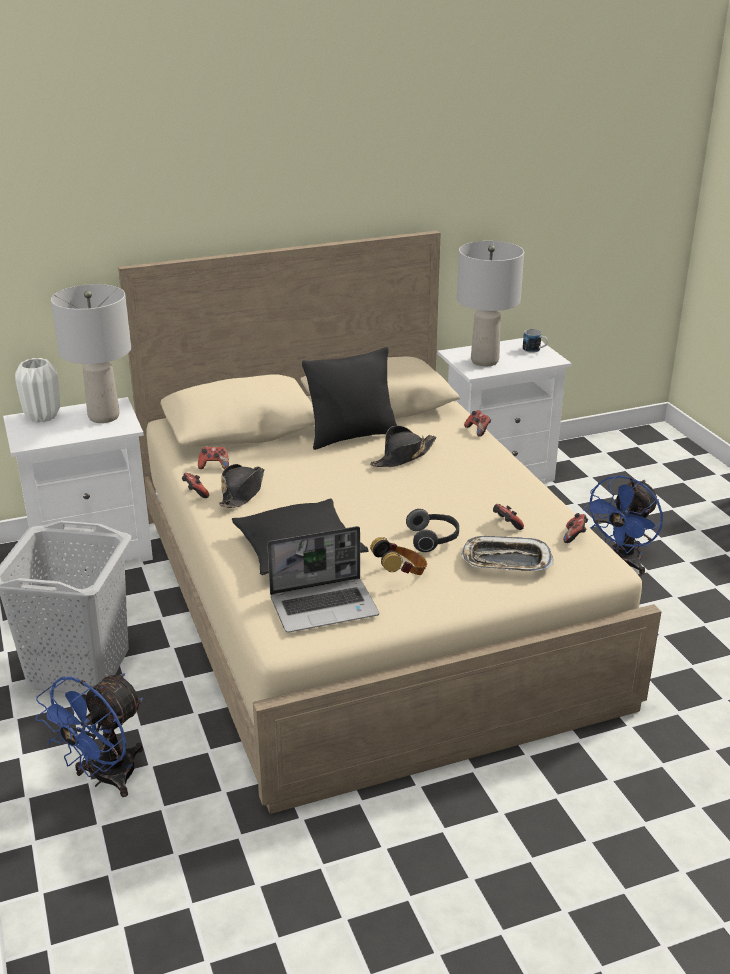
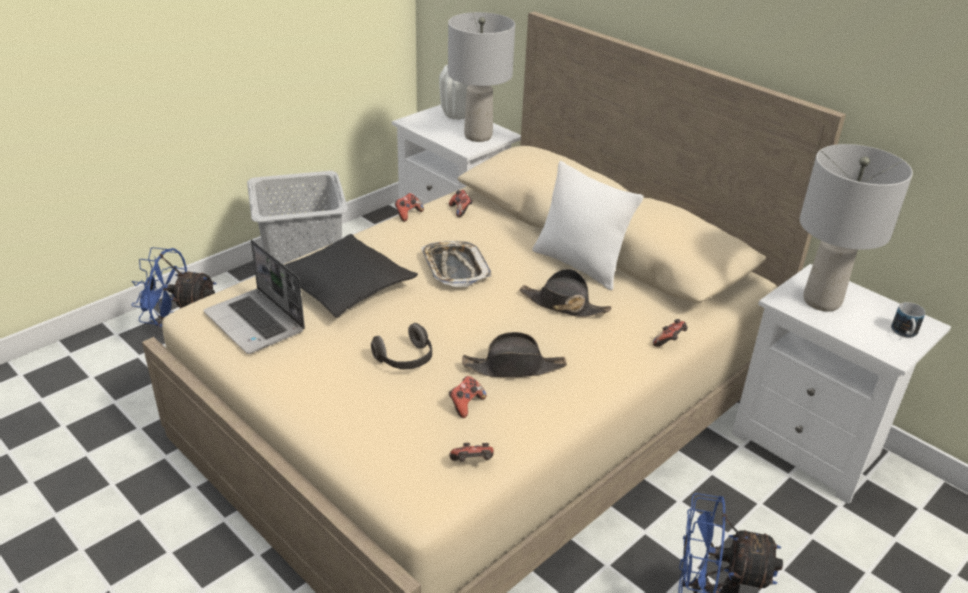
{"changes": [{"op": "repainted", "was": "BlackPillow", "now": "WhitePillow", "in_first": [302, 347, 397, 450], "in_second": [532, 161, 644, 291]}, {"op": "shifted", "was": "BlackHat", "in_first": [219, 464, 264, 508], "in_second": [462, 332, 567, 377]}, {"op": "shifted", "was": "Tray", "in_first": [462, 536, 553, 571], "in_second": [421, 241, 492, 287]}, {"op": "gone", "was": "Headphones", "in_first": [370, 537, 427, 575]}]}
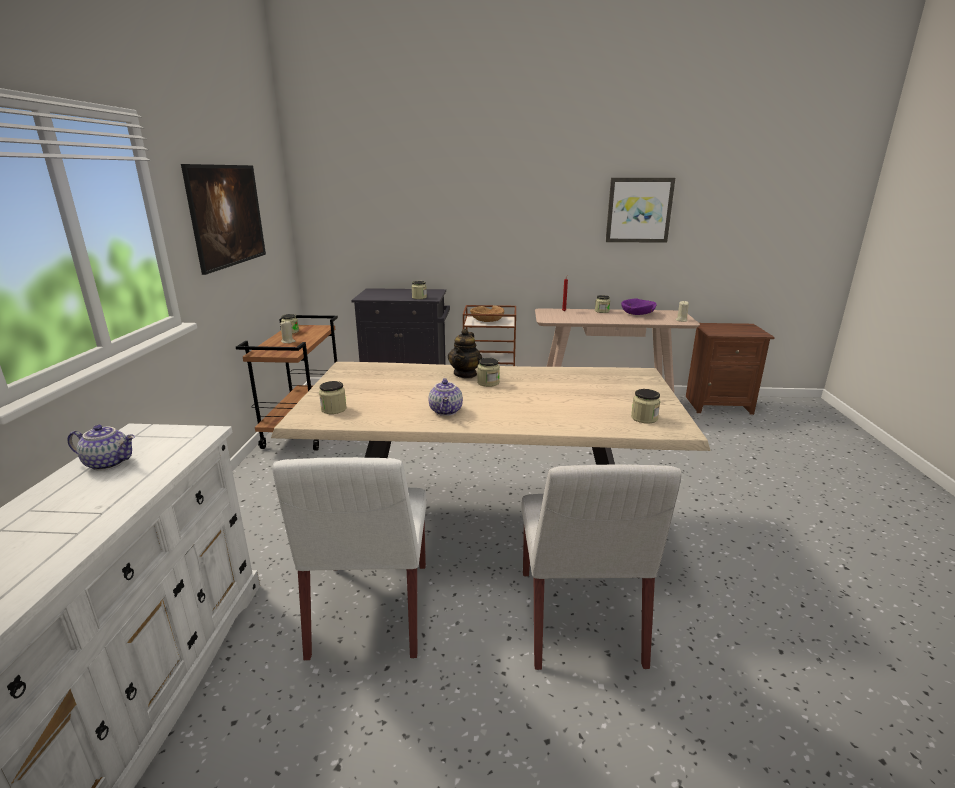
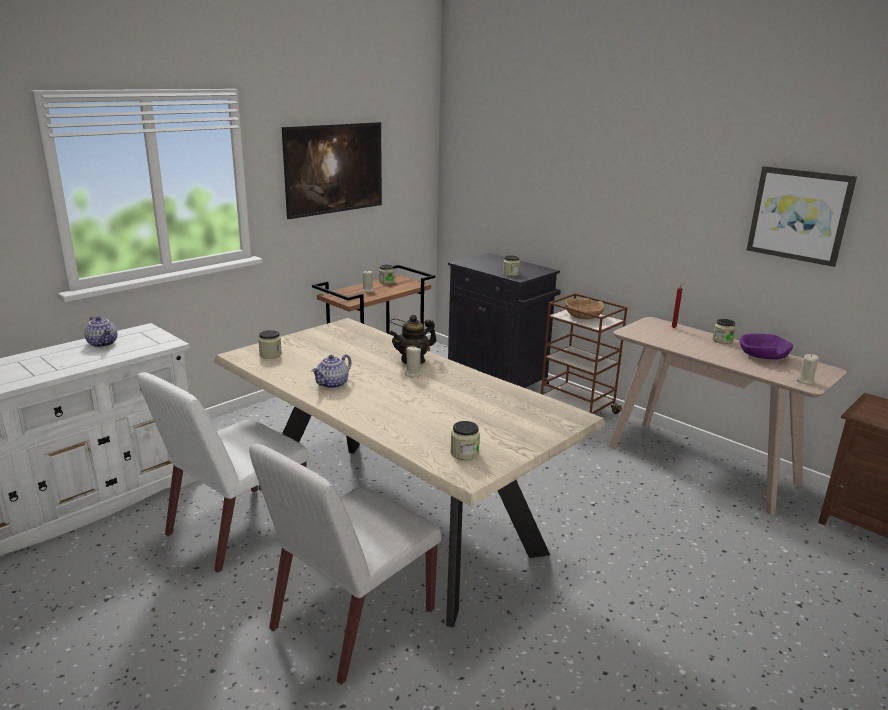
{"changes": [{"op": "swapped", "was": "Jar", "now": "BeigeCandle", "in_first": [477, 358, 500, 387], "in_second": [405, 347, 423, 378]}]}
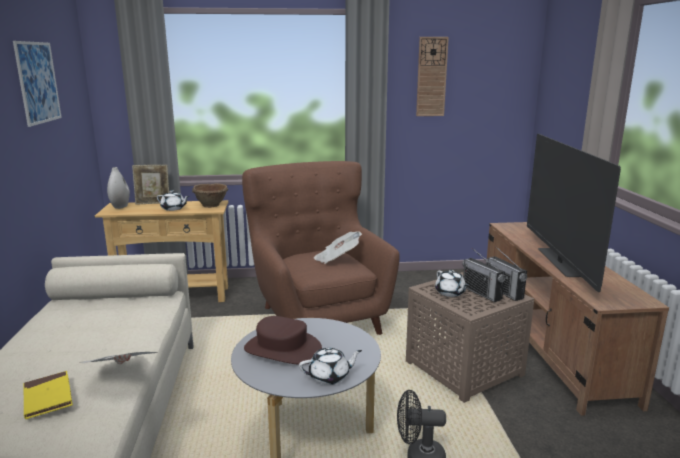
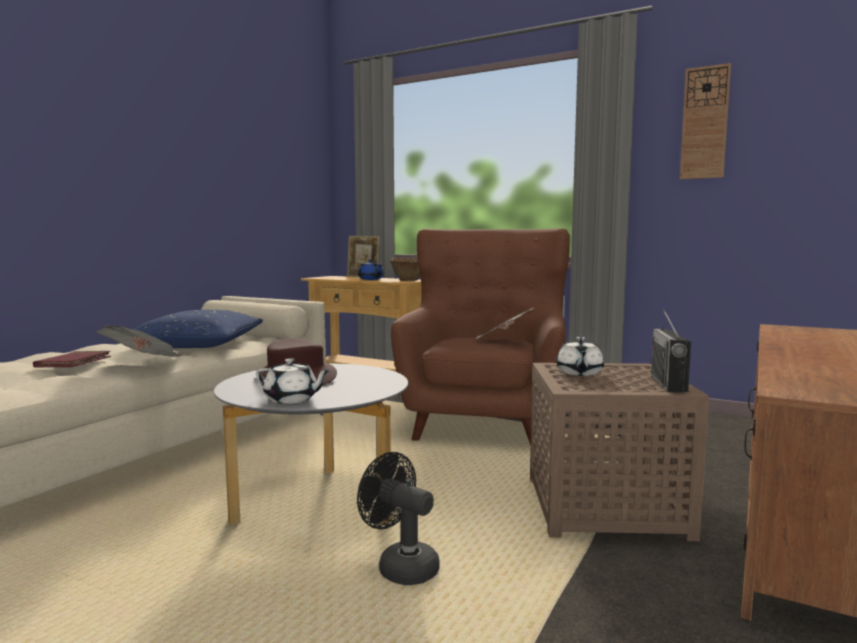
{"changes": [{"op": "gone", "was": "Picture", "in_first": [13, 41, 62, 127]}, {"op": "gone", "was": "Television", "in_first": [527, 134, 621, 292]}, {"op": "gone", "was": "WhiteVase", "in_first": [107, 167, 130, 209]}, {"op": "repainted", "was": "WhiteTeapot", "now": "BlueTeapot", "in_first": [157, 191, 189, 211], "in_second": [358, 260, 384, 280]}, {"op": "gone", "was": "Radio", "in_first": [462, 248, 506, 302]}, {"op": "repainted", "was": "YellowBook", "now": "RedBook", "in_first": [24, 371, 73, 419], "in_second": [33, 351, 111, 368]}, {"op": "new", "now": "BluePillow", "in_second": [134, 310, 263, 348]}]}
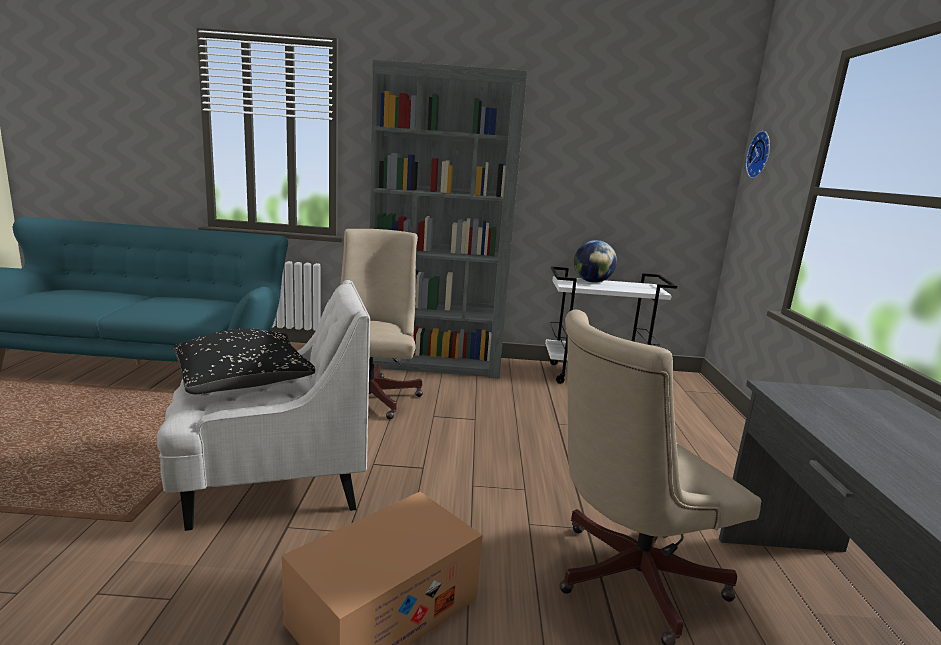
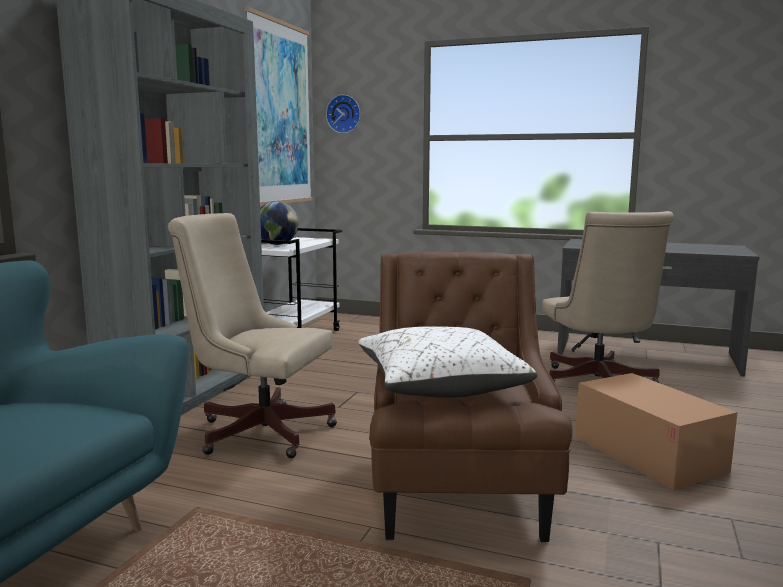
{"changes": [{"op": "repainted", "was": "WhiteArmchair", "now": "BrownArmchair", "in_first": [157, 280, 370, 531], "in_second": [369, 252, 573, 542]}, {"op": "repainted", "was": "BlackPillow", "now": "WhitePillow", "in_first": [173, 328, 315, 394], "in_second": [358, 326, 537, 398]}, {"op": "new", "now": "Picture", "in_second": [244, 7, 313, 206]}]}
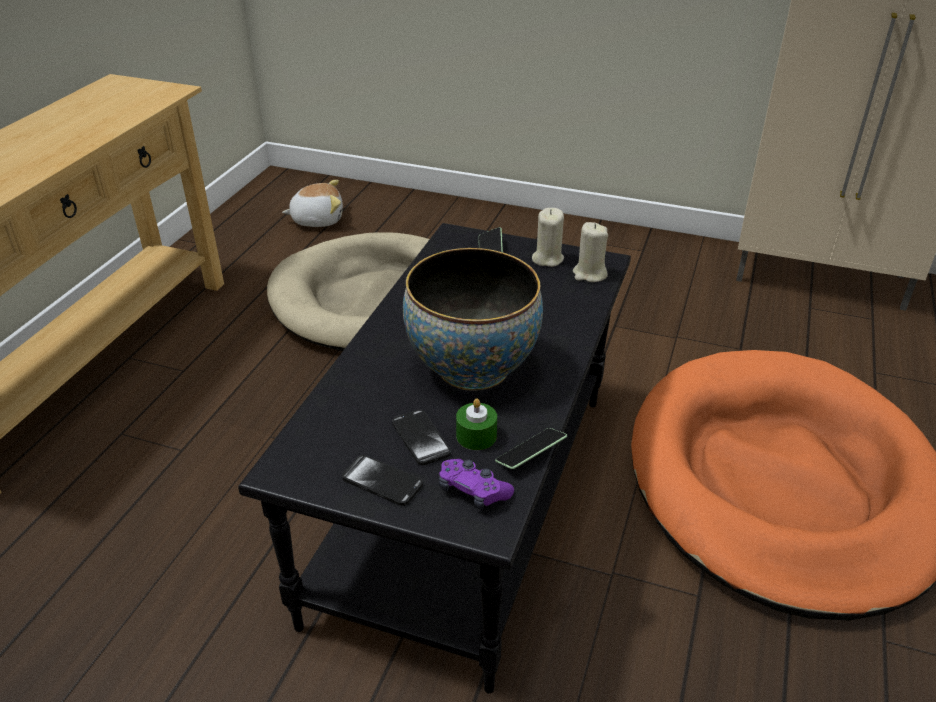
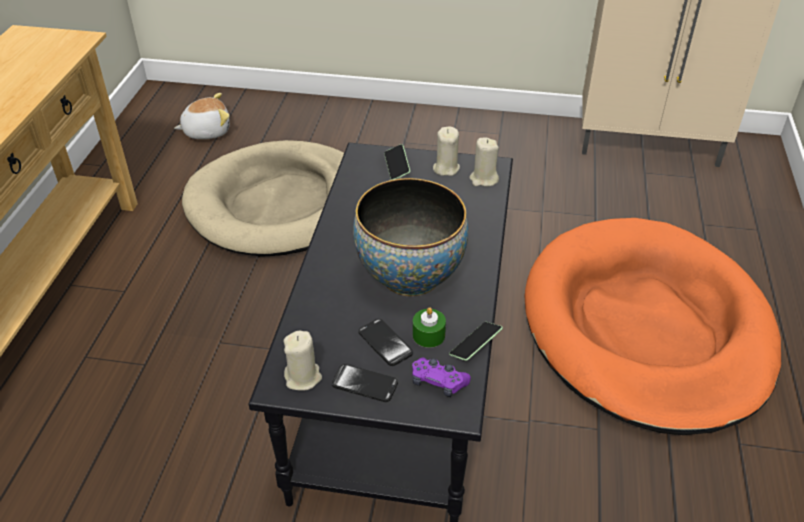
{"changes": [{"op": "new", "now": "BeigeCandle", "in_second": [284, 331, 322, 391]}]}
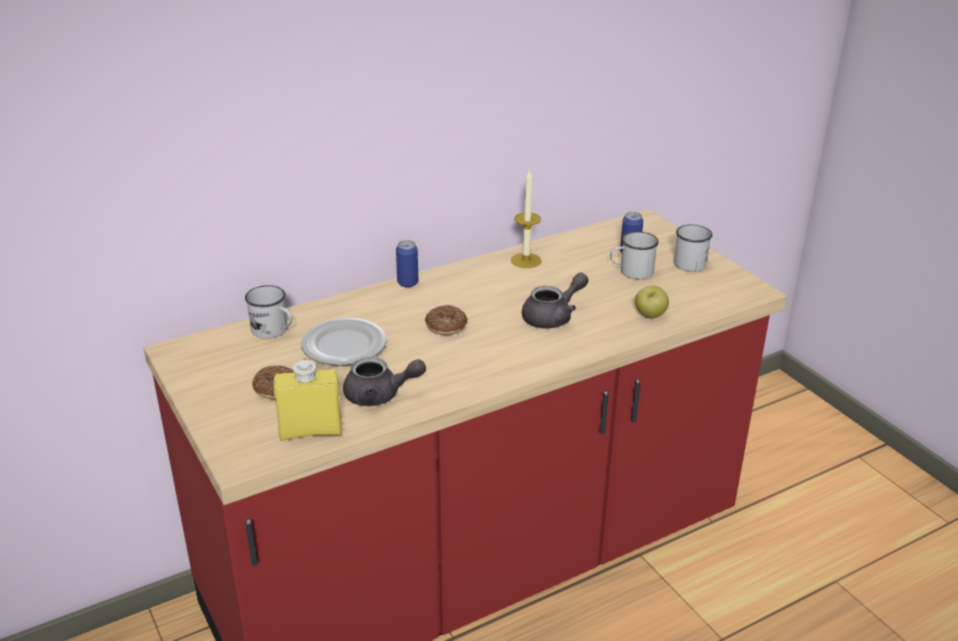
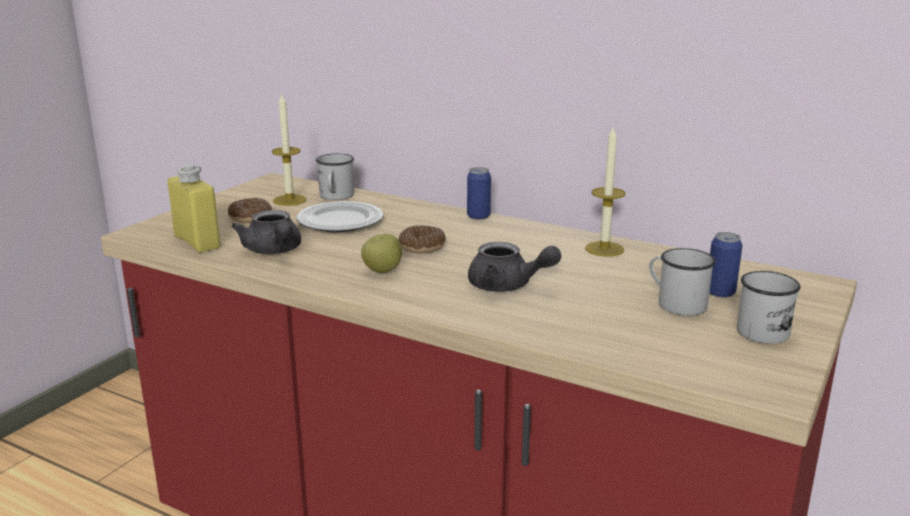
{"changes": [{"op": "shifted", "was": "Apple", "in_first": [635, 285, 669, 318], "in_second": [361, 234, 402, 273]}, {"op": "new", "now": "Candle", "in_second": [272, 93, 307, 206]}]}
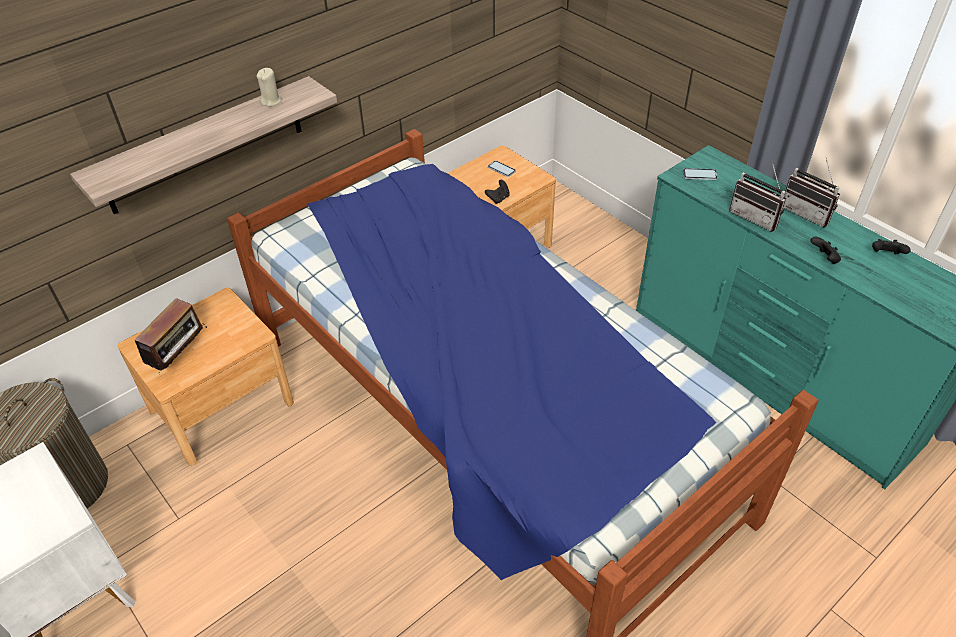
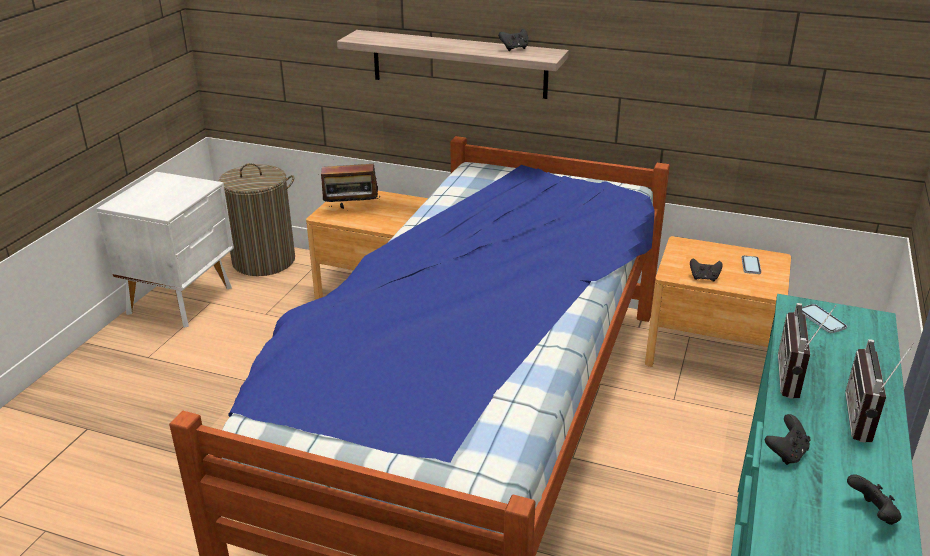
{"changes": [{"op": "swapped", "was": "BeigeCandle", "now": "BlackGameController", "in_first": [257, 68, 281, 107], "in_second": [498, 29, 528, 51]}]}
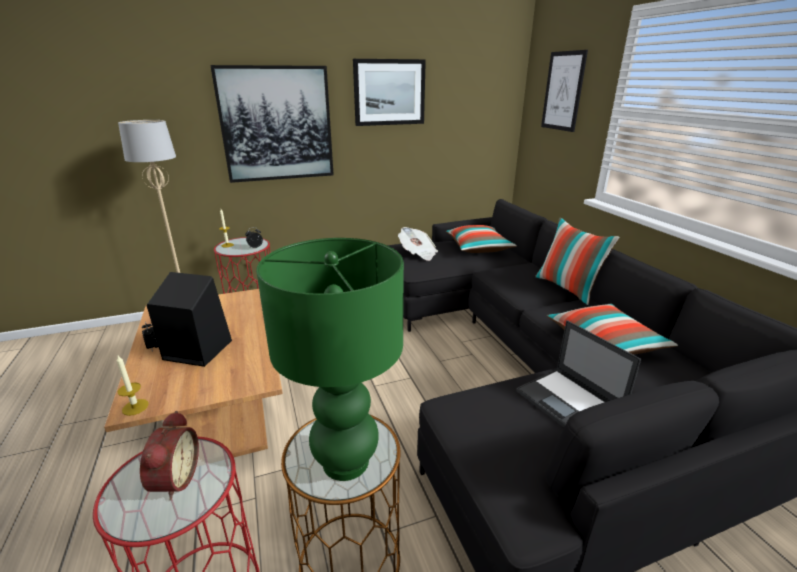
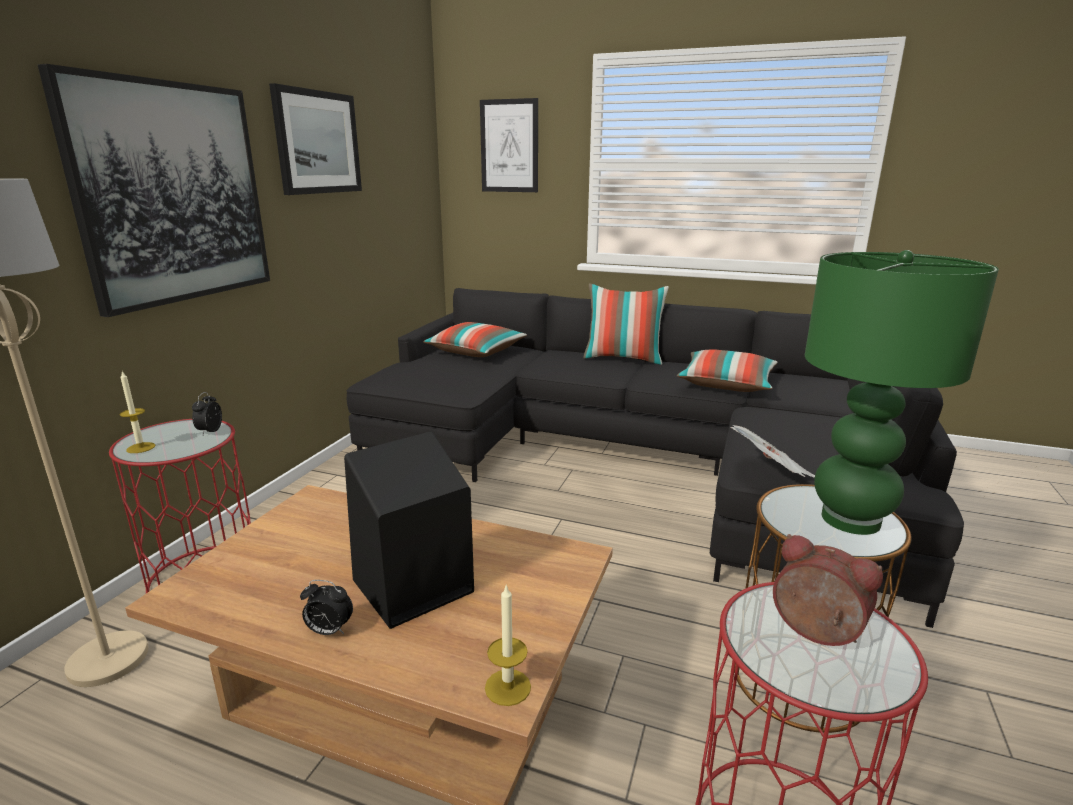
{"changes": [{"op": "shifted", "was": "Newspaper", "in_first": [398, 227, 438, 261], "in_second": [730, 425, 815, 478]}, {"op": "gone", "was": "Laptop", "in_first": [516, 320, 641, 427]}]}
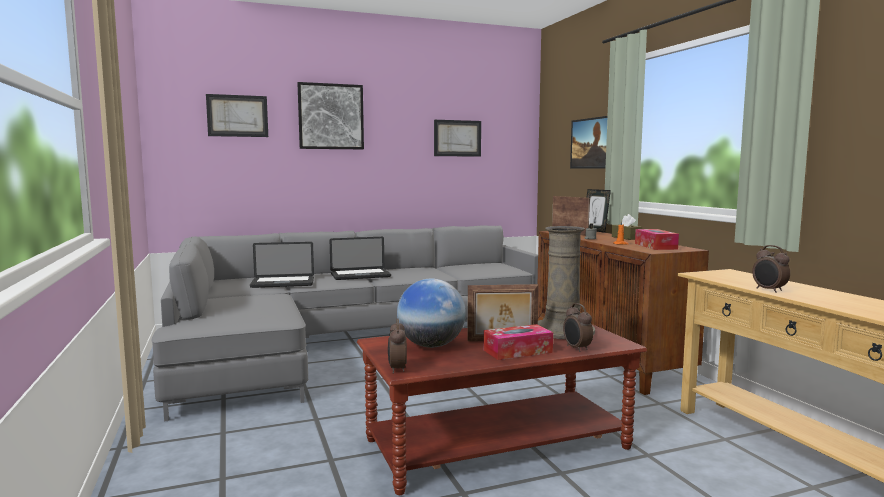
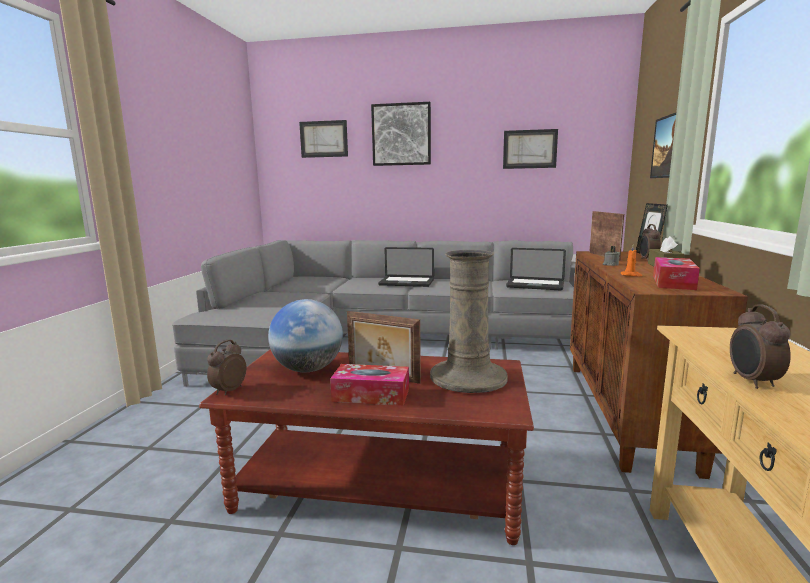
{"changes": [{"op": "shifted", "was": "Laptop", "in_first": [250, 242, 314, 288], "in_second": [506, 248, 566, 290]}, {"op": "shifted", "was": "AlarmClock", "in_first": [563, 303, 593, 352], "in_second": [640, 224, 661, 260]}]}
